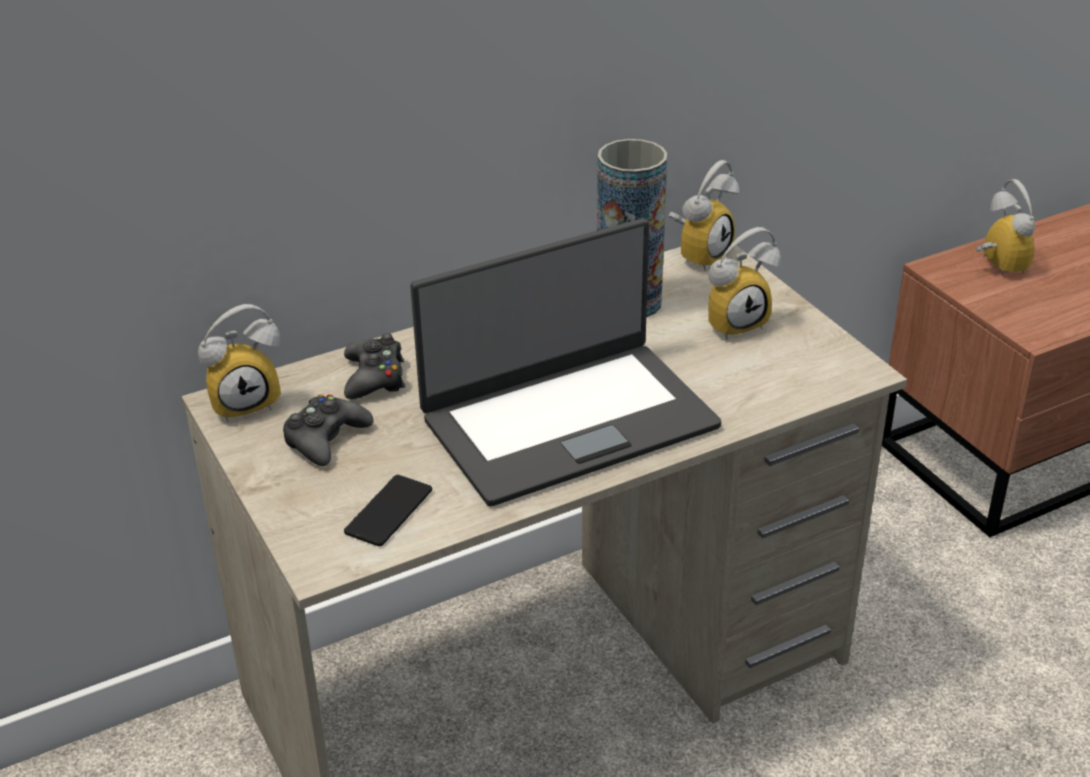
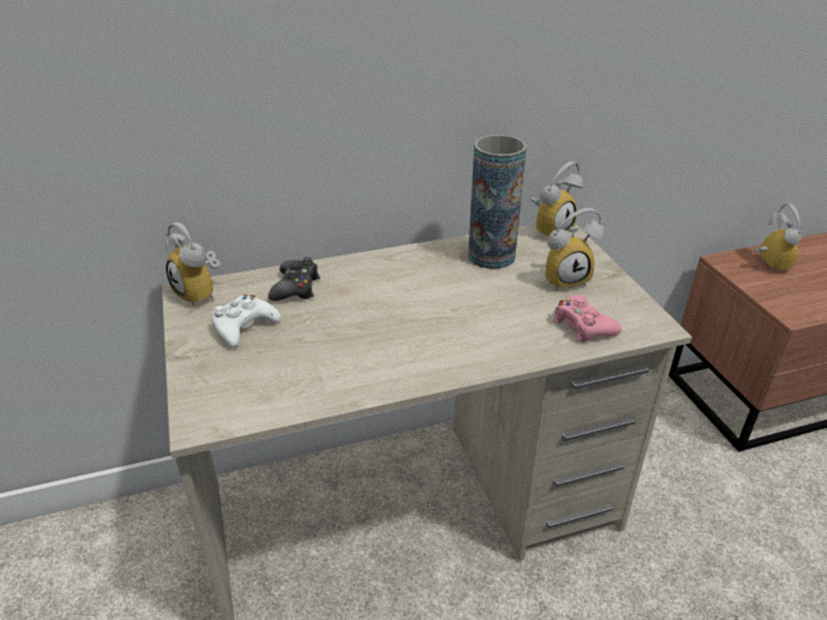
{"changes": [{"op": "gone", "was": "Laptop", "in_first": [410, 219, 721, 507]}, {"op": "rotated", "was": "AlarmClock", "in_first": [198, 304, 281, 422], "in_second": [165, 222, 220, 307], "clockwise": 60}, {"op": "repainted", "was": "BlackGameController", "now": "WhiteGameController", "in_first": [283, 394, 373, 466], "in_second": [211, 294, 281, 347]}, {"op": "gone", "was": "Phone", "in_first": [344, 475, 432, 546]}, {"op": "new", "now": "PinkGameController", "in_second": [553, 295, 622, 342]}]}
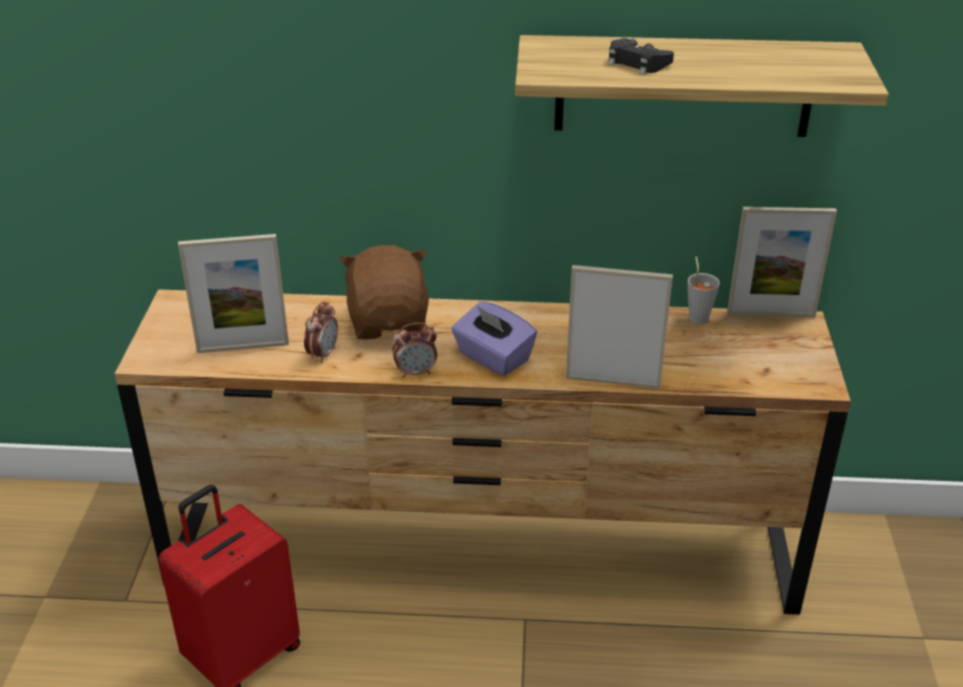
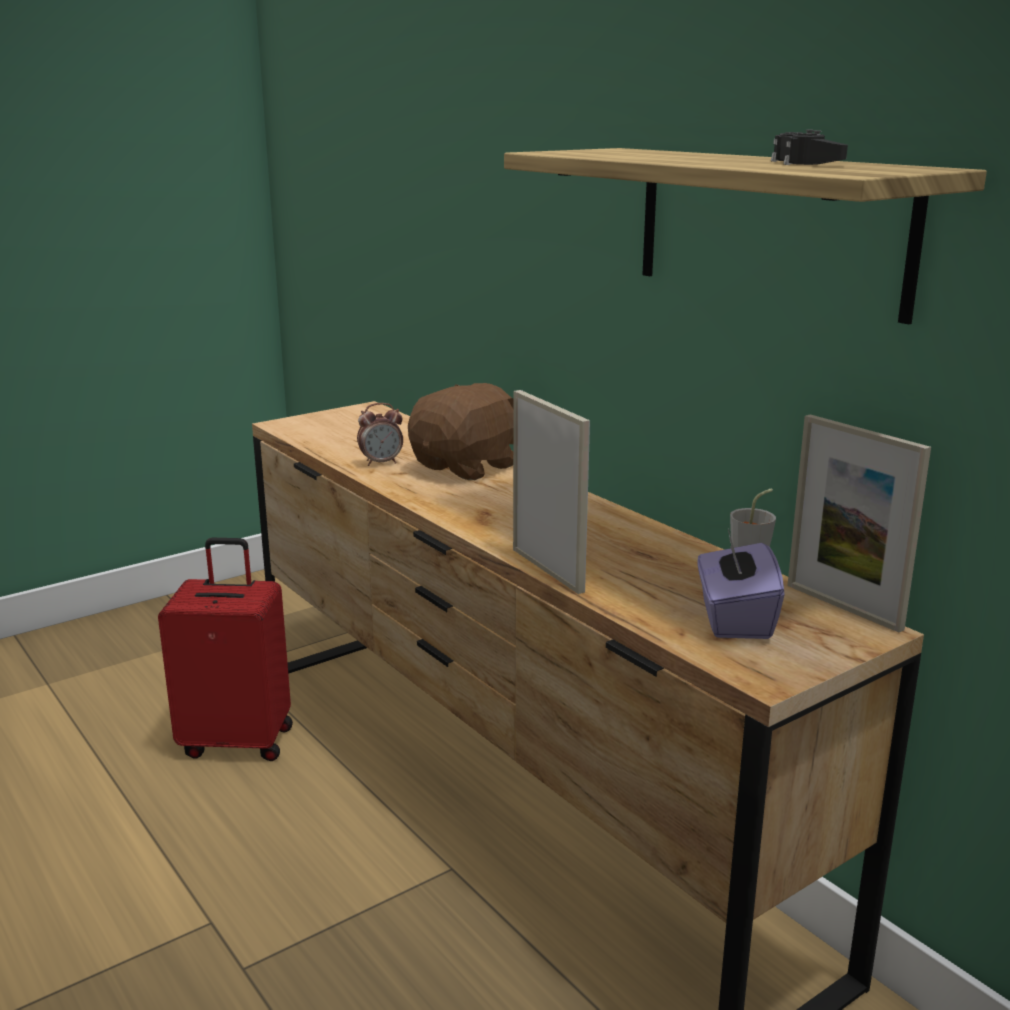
{"changes": [{"op": "shifted", "was": "BlackGameController", "in_first": [608, 38, 674, 75], "in_second": [771, 129, 848, 165]}, {"op": "gone", "was": "PictureFrame", "in_first": [178, 234, 289, 353]}, {"op": "shifted", "was": "PurpleTissueBox", "in_first": [451, 301, 537, 376], "in_second": [697, 529, 785, 639]}, {"op": "gone", "was": "AlarmClock", "in_first": [392, 322, 437, 378]}]}
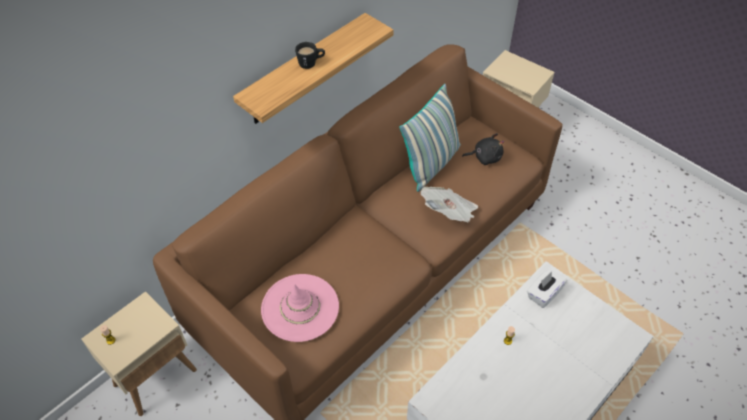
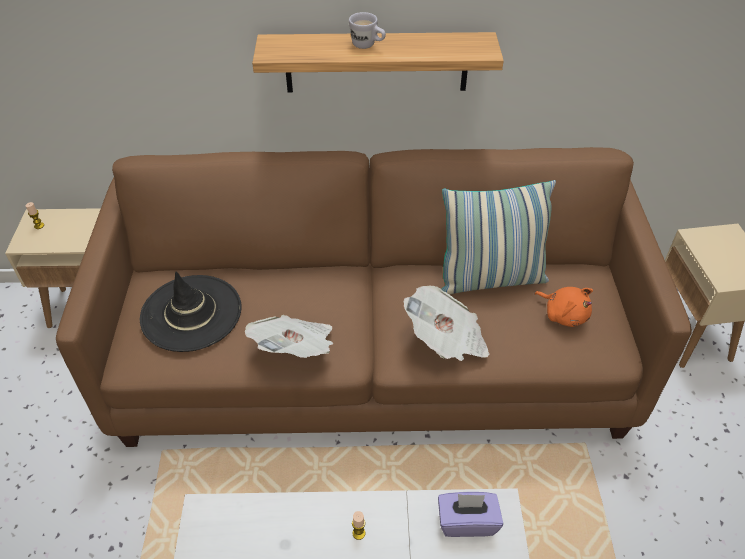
{"changes": [{"op": "repainted", "was": "BlackMug", "now": "WhiteMug", "in_first": [295, 42, 325, 69], "in_second": [349, 12, 386, 49]}, {"op": "repainted", "was": "BlackPlushToy", "now": "OrangePlushToy", "in_first": [462, 133, 504, 165], "in_second": [534, 287, 593, 327]}, {"op": "repainted", "was": "WhiteTissueBox", "now": "PurpleTissueBox", "in_first": [527, 269, 567, 308], "in_second": [438, 492, 503, 537]}, {"op": "repainted", "was": "PinkHat", "now": "BlackHat", "in_first": [261, 274, 339, 342], "in_second": [140, 271, 242, 352]}, {"op": "new", "now": "Newspaper", "in_second": [245, 315, 333, 358]}]}
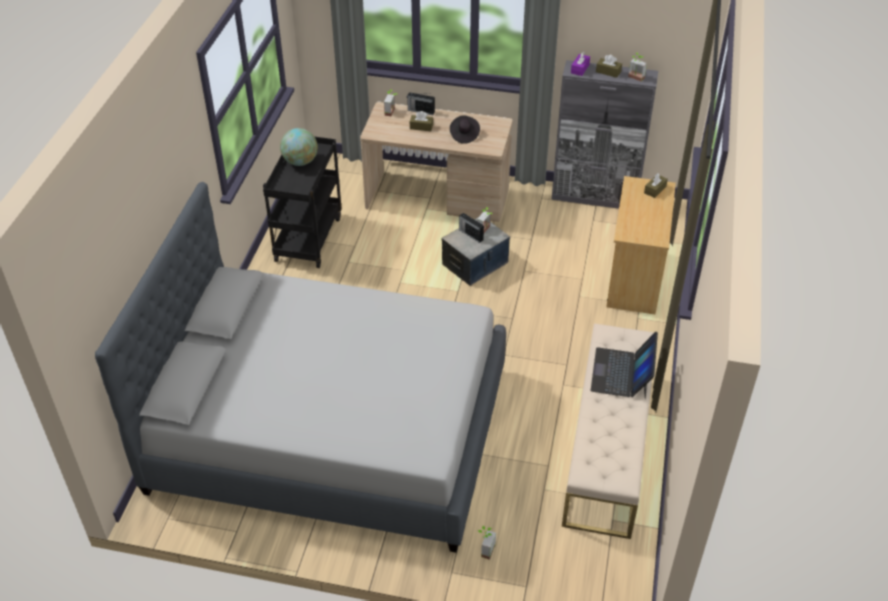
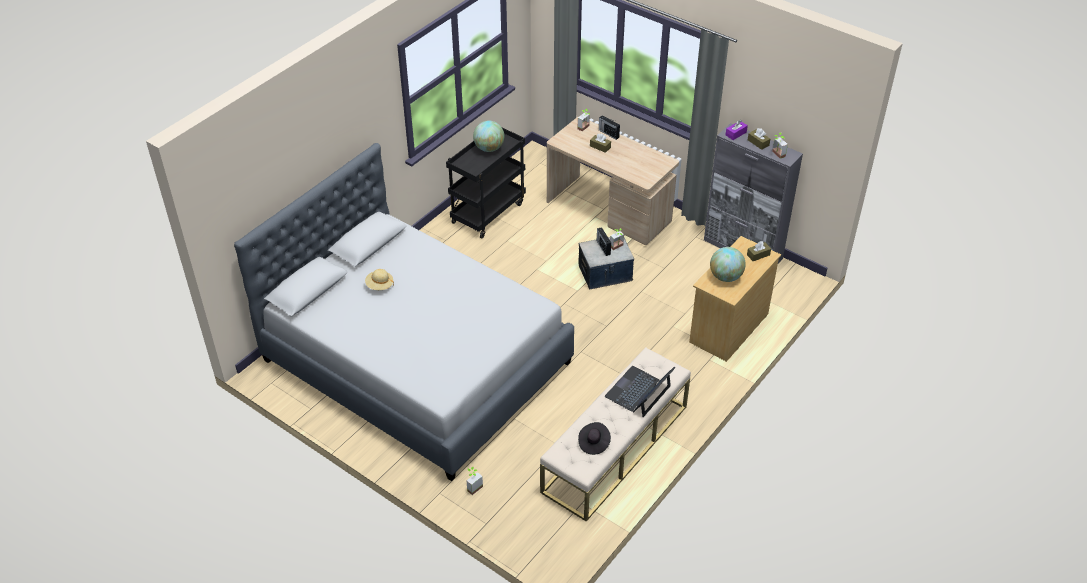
{"changes": [{"op": "shifted", "was": "BlackHat", "in_first": [450, 115, 480, 144], "in_second": [578, 422, 611, 455]}, {"op": "new", "now": "Globe", "in_second": [710, 247, 746, 282]}, {"op": "new", "now": "BeigeHat", "in_second": [365, 269, 394, 290]}]}
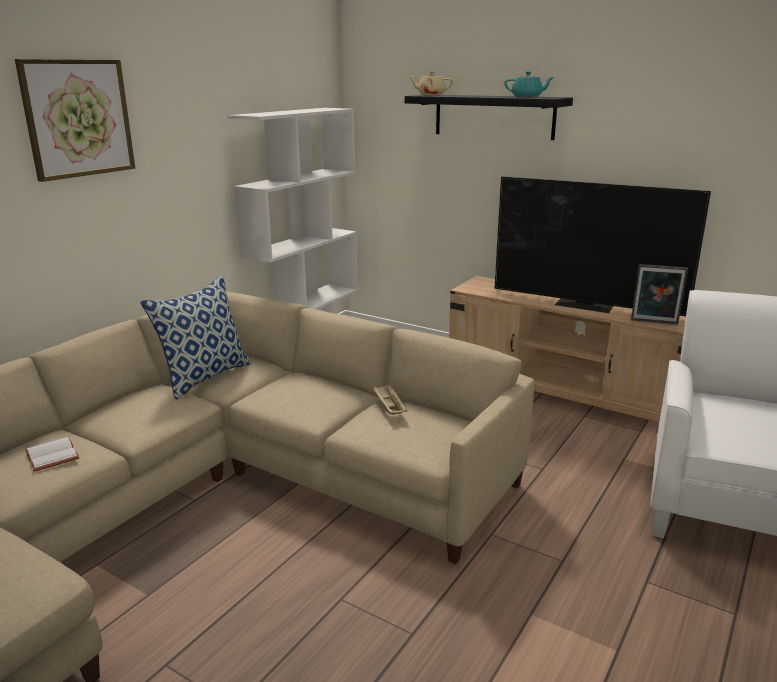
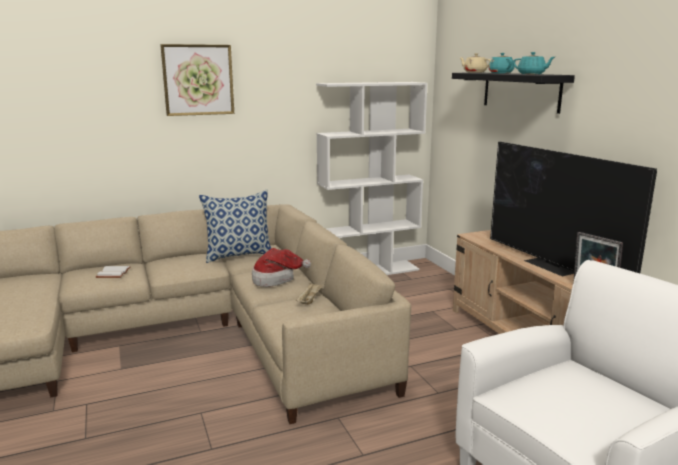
{"changes": [{"op": "new", "now": "TurquoiseTeapot", "in_second": [488, 53, 515, 73]}, {"op": "new", "now": "Hat", "in_second": [252, 248, 311, 287]}]}
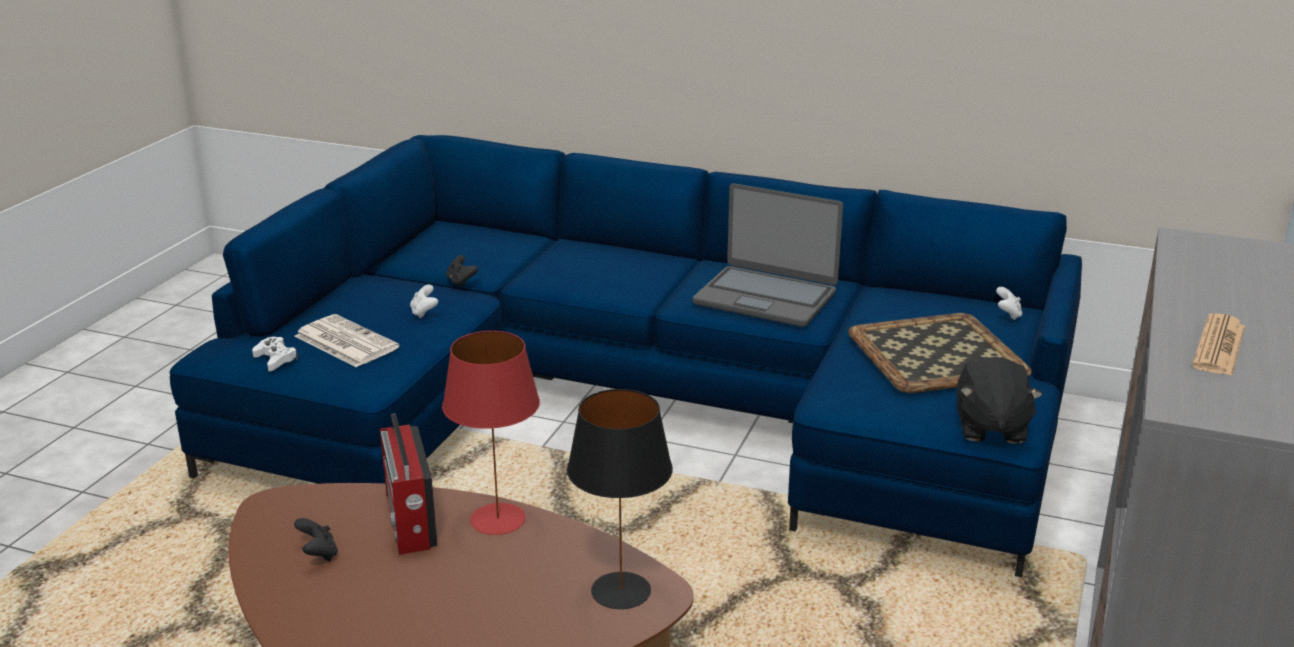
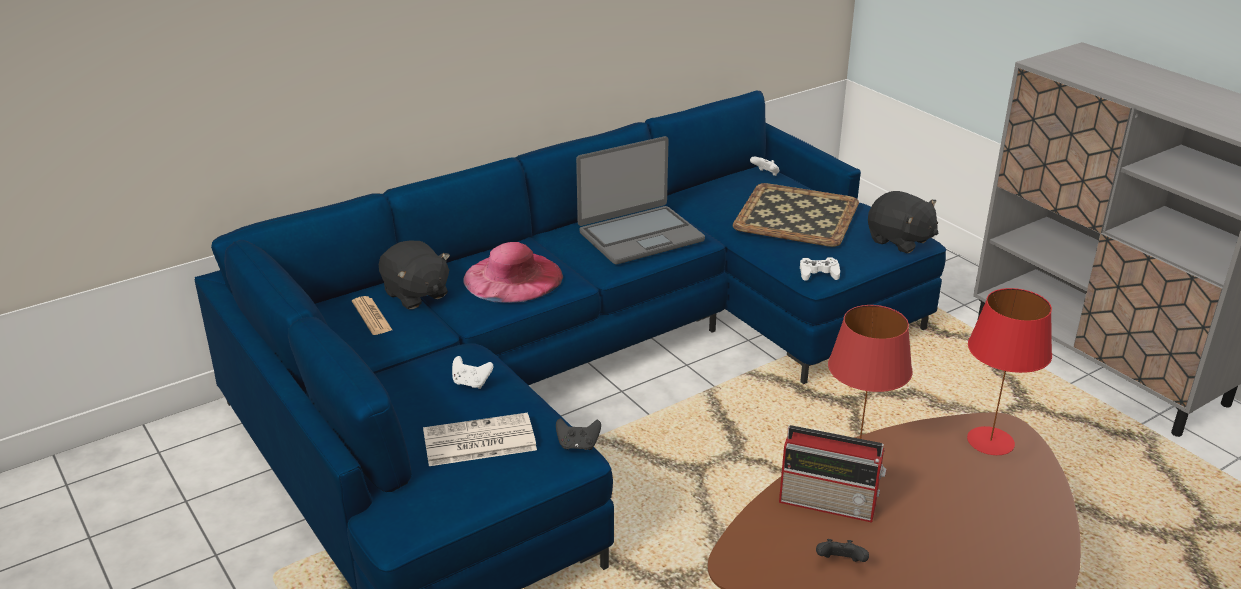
{"changes": [{"op": "shifted", "was": "BlackGameController", "in_first": [446, 255, 478, 287], "in_second": [556, 418, 601, 450]}, {"op": "shifted", "was": "Newspaper", "in_first": [1192, 313, 1245, 376], "in_second": [352, 296, 392, 335]}, {"op": "shifted", "was": "WhiteGameController", "in_first": [252, 337, 298, 372], "in_second": [800, 257, 840, 281]}, {"op": "repainted", "was": "BlackTableLamp", "now": "RedTableLamp", "in_first": [567, 389, 673, 609], "in_second": [967, 288, 1052, 455]}, {"op": "new", "now": "BlackPlushToy", "in_second": [379, 240, 450, 309]}, {"op": "new", "now": "PinkHat", "in_second": [463, 242, 563, 303]}]}
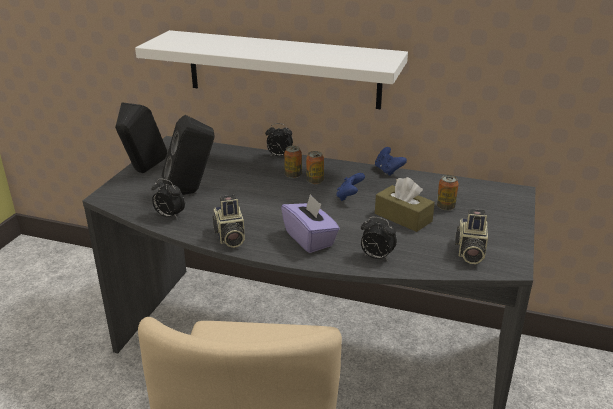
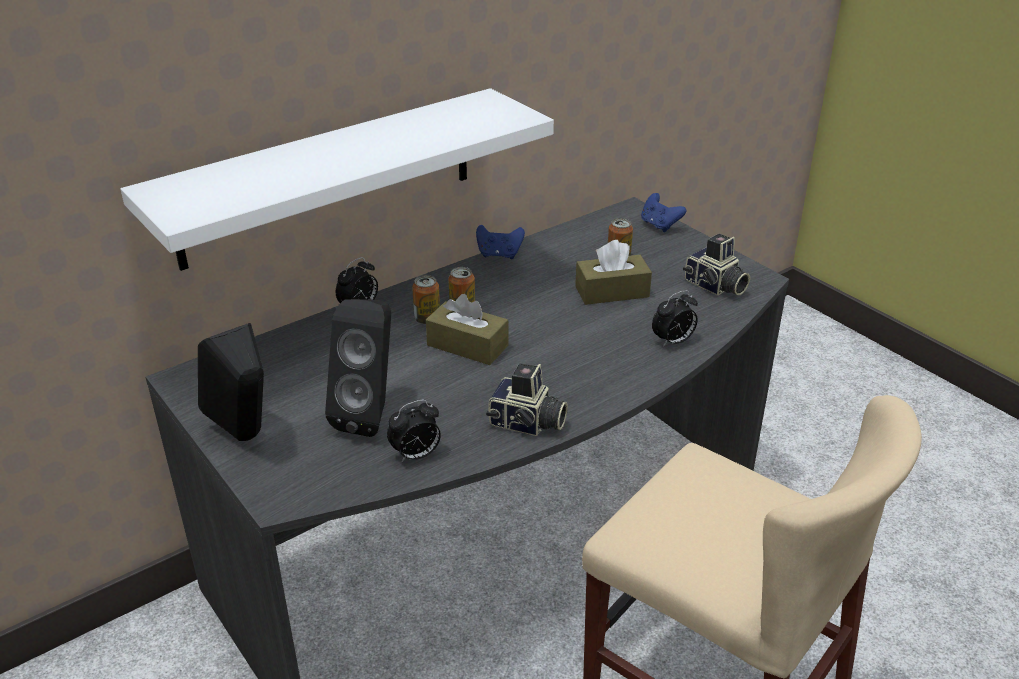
{"changes": [{"op": "shifted", "was": "BlueGameController", "in_first": [336, 173, 365, 201], "in_second": [641, 193, 686, 232]}, {"op": "gone", "was": "PurpleTissueBox", "in_first": [281, 194, 340, 253]}, {"op": "new", "now": "BrownTissueBox", "in_second": [426, 294, 508, 365]}]}
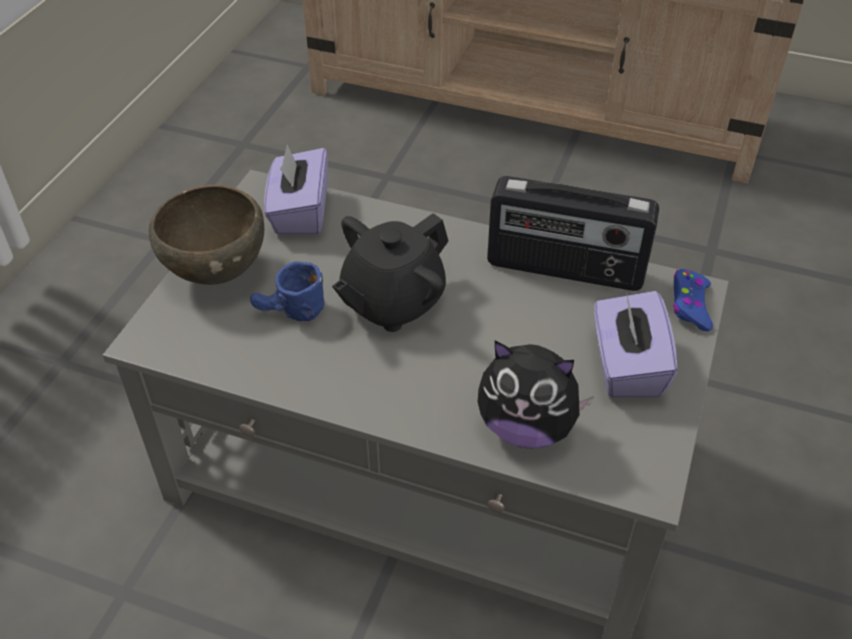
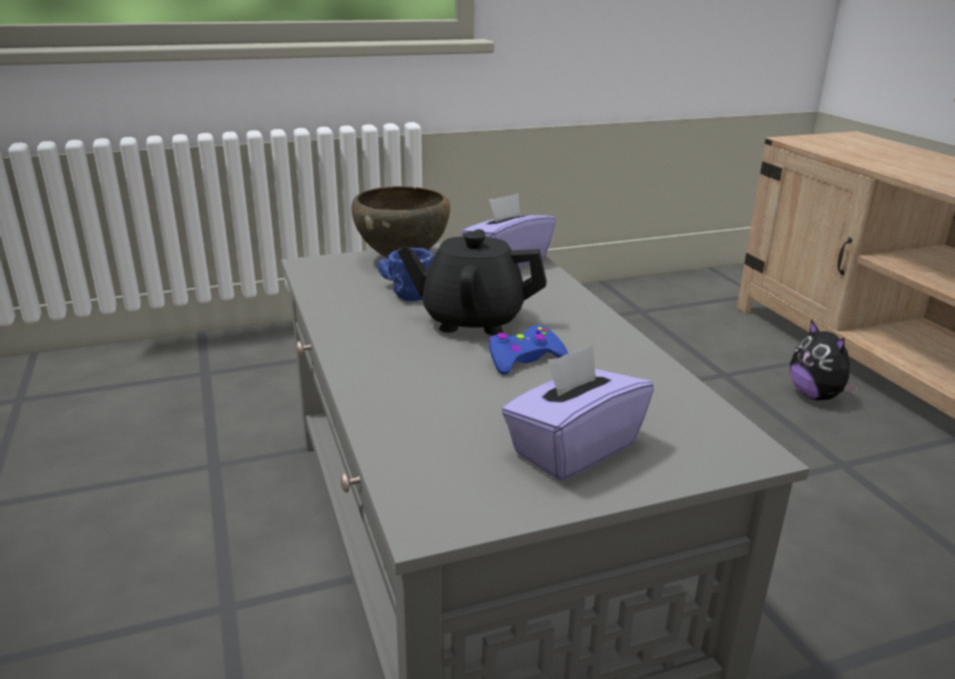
{"changes": [{"op": "gone", "was": "Radio", "in_first": [487, 176, 659, 291]}, {"op": "shifted", "was": "BlueGameController", "in_first": [673, 269, 713, 331], "in_second": [488, 325, 568, 375]}, {"op": "shifted", "was": "PlushToy", "in_first": [478, 340, 594, 449], "in_second": [790, 320, 859, 400]}]}
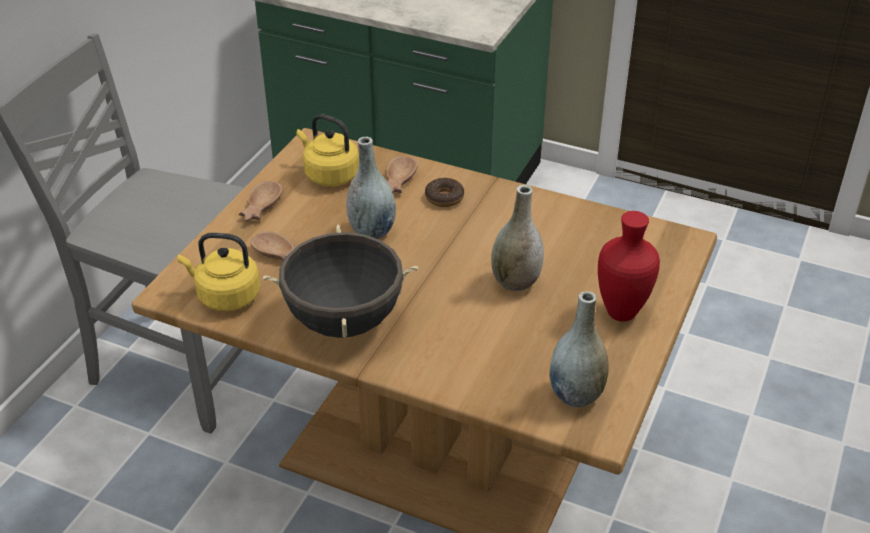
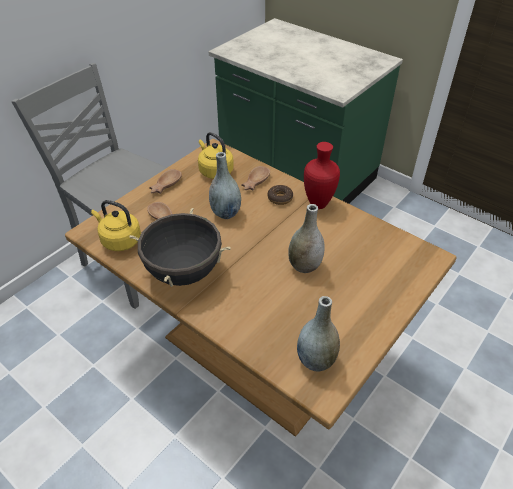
{"changes": [{"op": "shifted", "was": "RedVase", "in_first": [598, 211, 660, 321], "in_second": [304, 142, 340, 209]}]}
